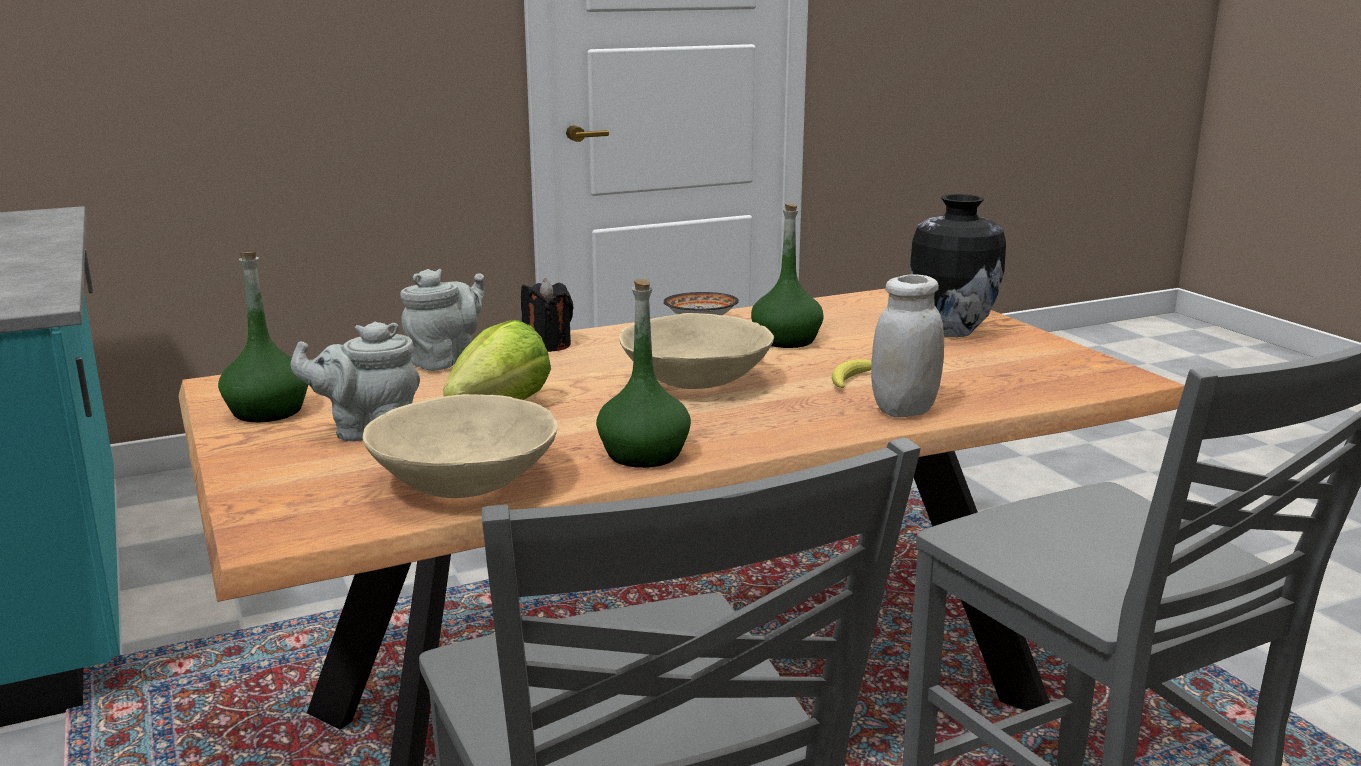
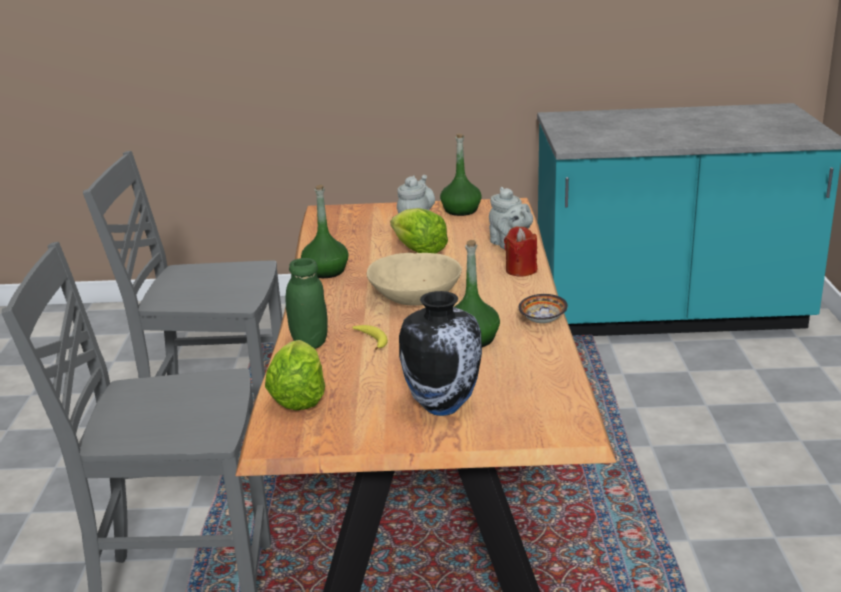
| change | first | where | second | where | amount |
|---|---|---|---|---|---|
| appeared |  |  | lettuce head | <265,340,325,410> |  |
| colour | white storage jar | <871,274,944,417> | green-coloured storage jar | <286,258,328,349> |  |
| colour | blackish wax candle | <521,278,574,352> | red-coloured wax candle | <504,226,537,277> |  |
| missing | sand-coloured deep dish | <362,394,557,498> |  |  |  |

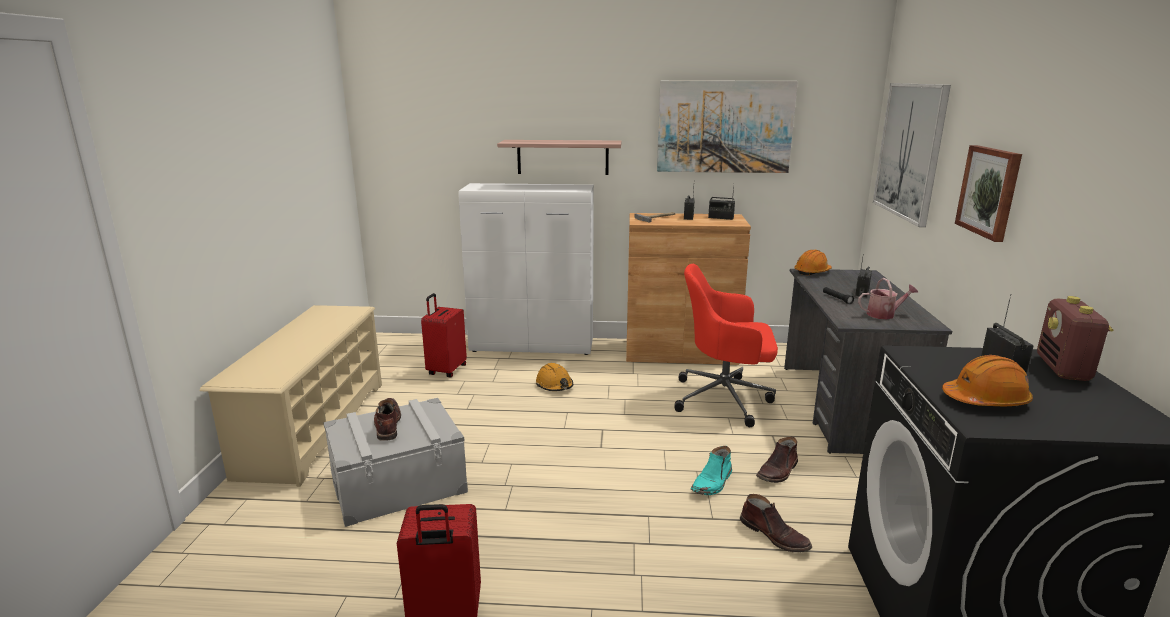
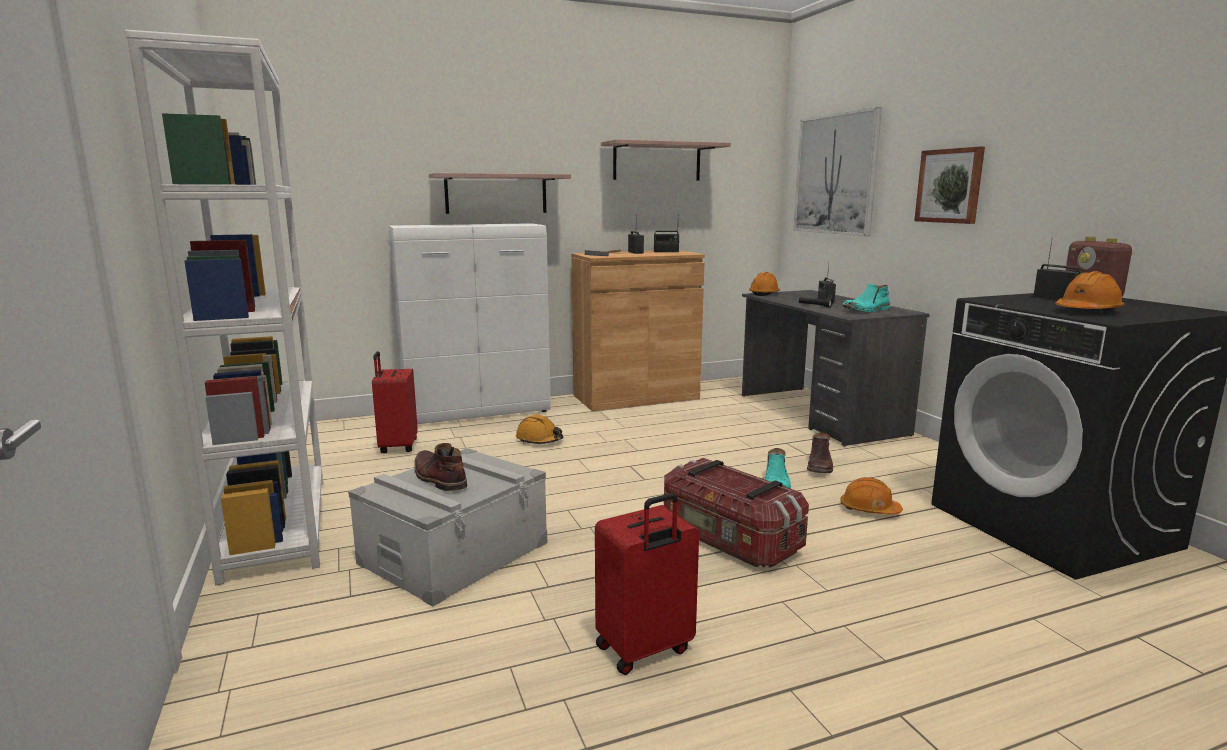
| change | first | where | second | where | amount |
|---|---|---|---|---|---|
| exchanged | sand-coloured shoe shelf | <200,305,382,487> | white bookshelf | <125,30,323,585> |  |
| exchanged | wall art | <657,81,798,173> | shelf | <601,139,731,180> |  |
| appeared |  |  | storage box | <664,458,809,567> |  |
| exchanged | brownish boot | <740,494,812,552> | orange-coloured work helmet | <840,477,903,515> |  |
| exchanged | watering pot | <858,278,919,319> | blue-green boot | <842,284,890,312> |  |
| missing | red-coloured computer chair | <674,264,778,427> |  |  |  |

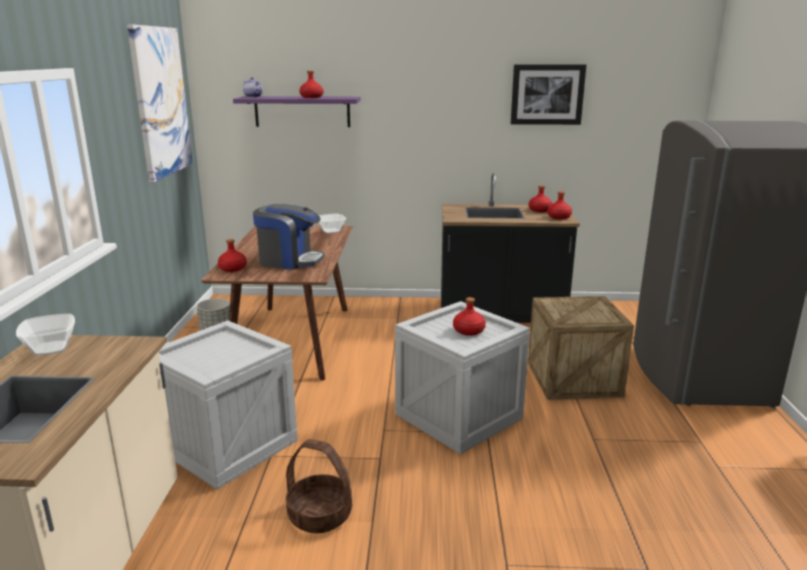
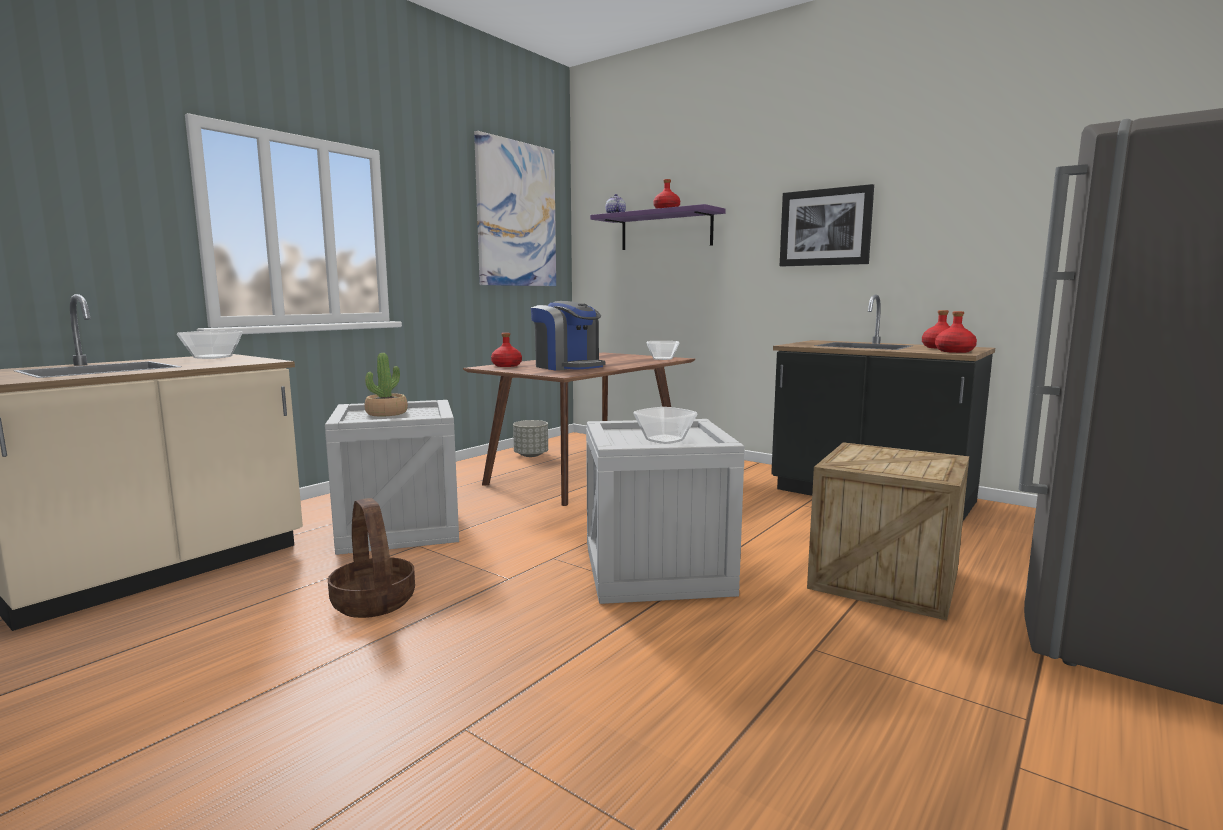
| change | first | where | second | where | amount |
|---|---|---|---|---|---|
| appeared |  |  | plant in a pot | <365,353,408,417> |  |
| exchanged | red-coloured bottle | <453,297,486,336> | deep dish | <633,407,697,444> |  |
| relocated | wall art | <511,64,586,125> |  | <780,184,874,266> |  |

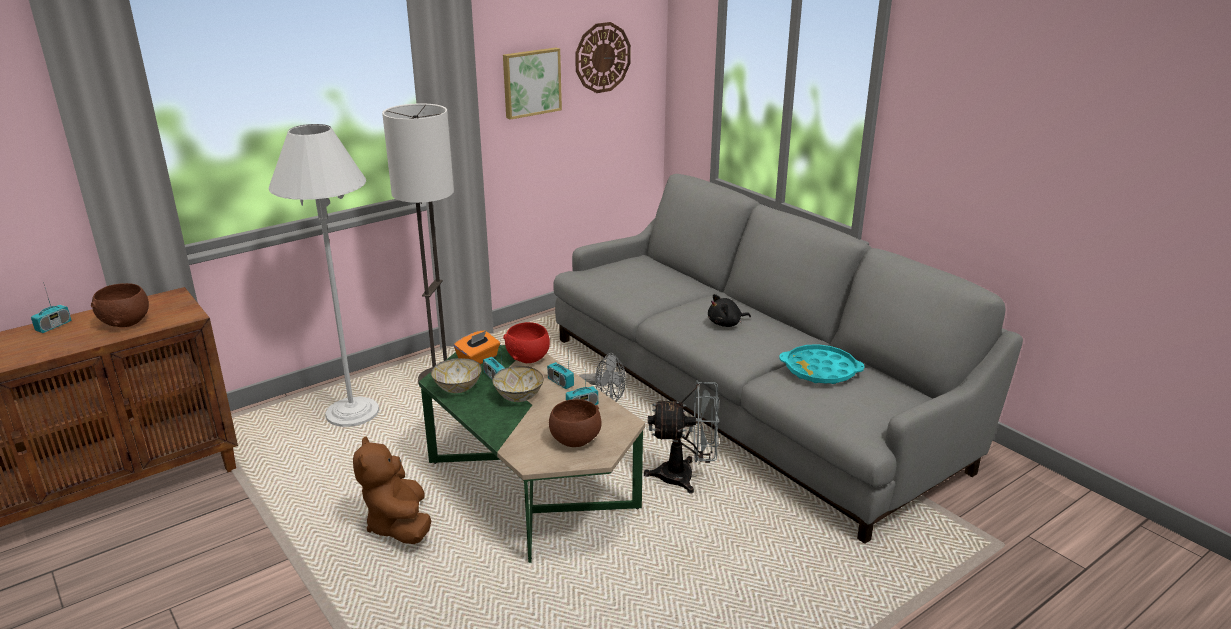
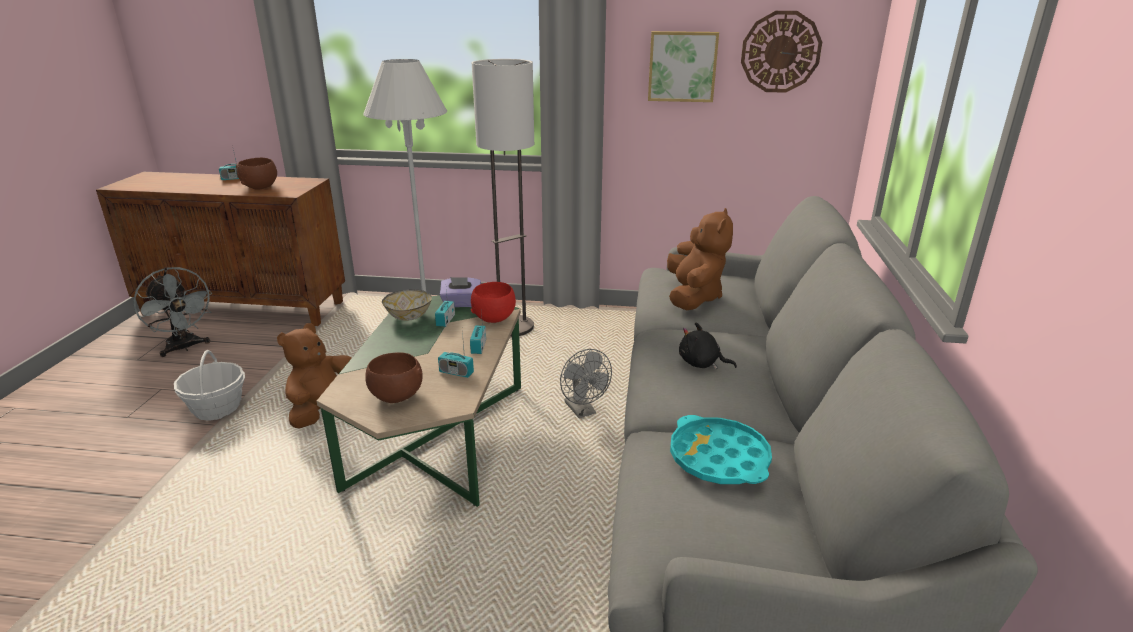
| change | first | where | second | where | amount |
|---|---|---|---|---|---|
| relocated | gray electric fan | <644,380,719,493> |  | <133,267,212,357> |  |
| appeared |  |  | basket | <174,350,245,421> |  |
| colour | orange-coloured tissue box | <454,330,500,364> | purple-coloured tissue box | <440,277,481,307> |  |
| appeared |  |  | brownish soft toy | <667,208,733,310> |  |
| missing | deep dish | <492,366,543,402> |  |  |  |

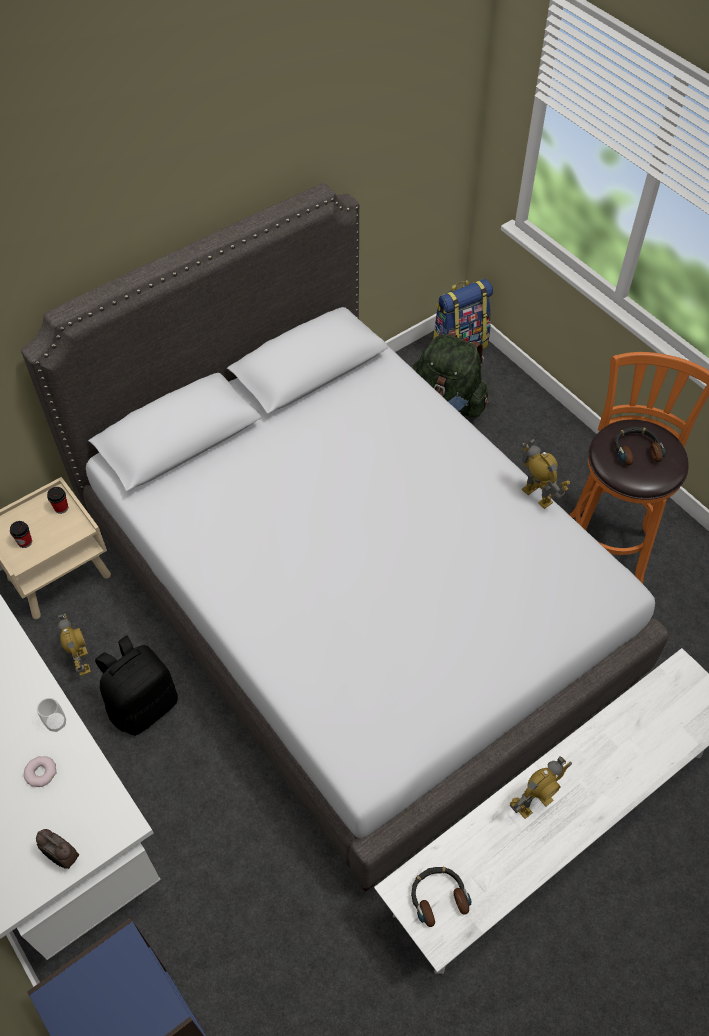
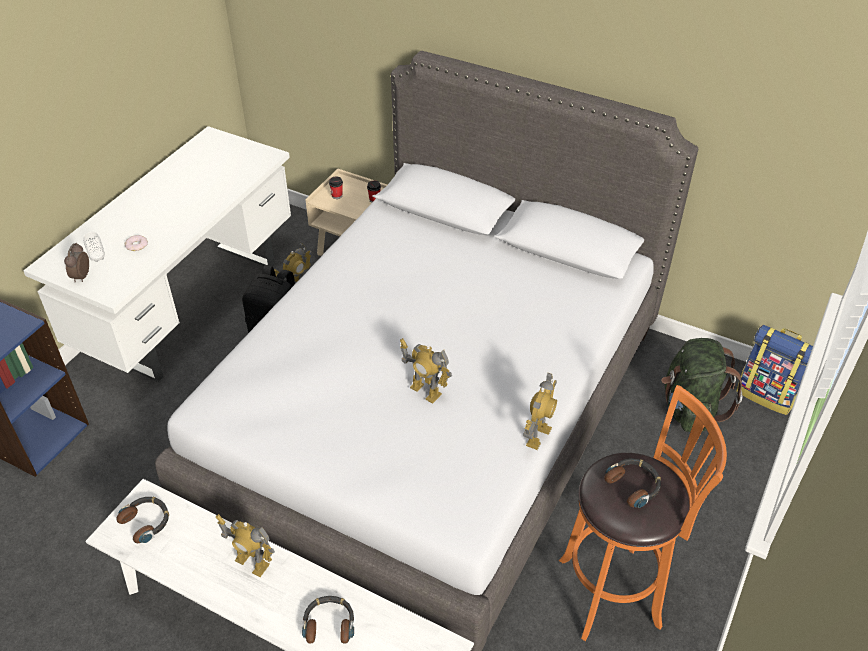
| change | first | where | second | where | amount |
|---|---|---|---|---|---|
| relocated | cup | <37,698,66,732> |  | <83,232,105,262> |  |
| appeared |  |  | headphones | <302,596,354,644> |  |
| appeared |  |  | toy robot | <400,338,452,404> |  |

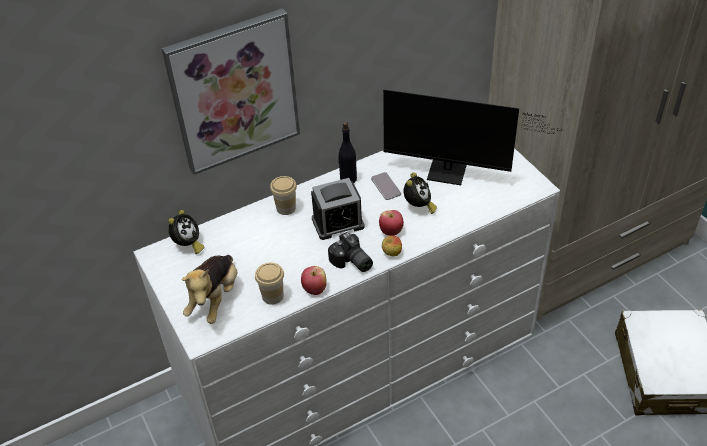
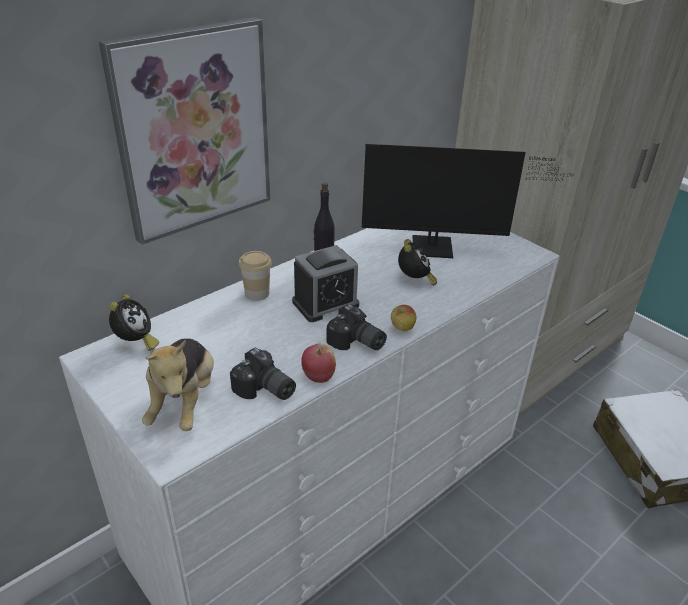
| change | first | where | second | where | amount |
|---|---|---|---|---|---|
| exchanged | cup | <255,263,284,305> | photo camera | <230,348,296,400> |  |
| missing | handset | <371,172,401,200> |  |  |  |
| missing | apple fruit | <379,210,404,236> |  |  |  |

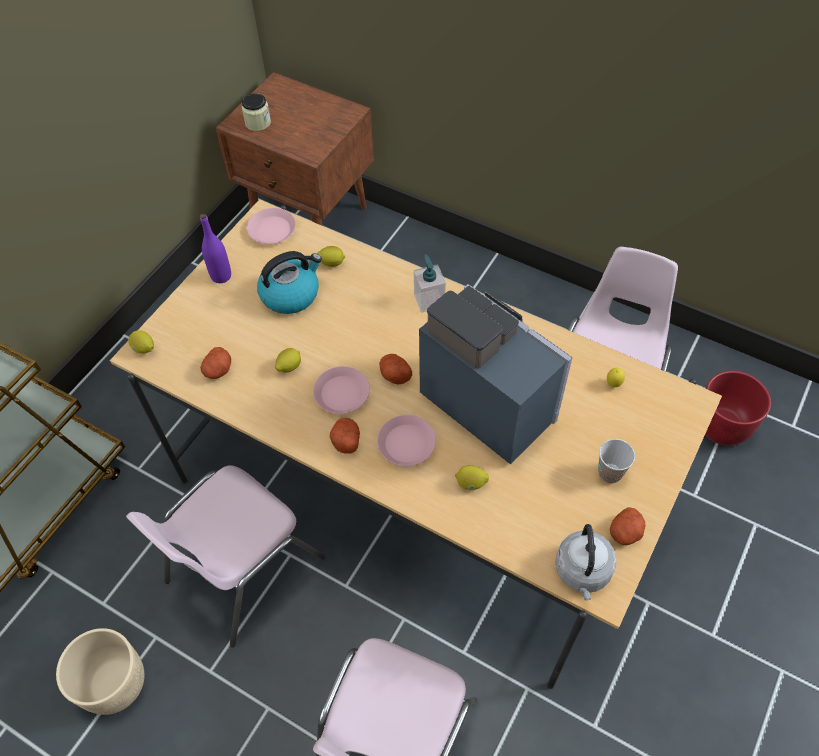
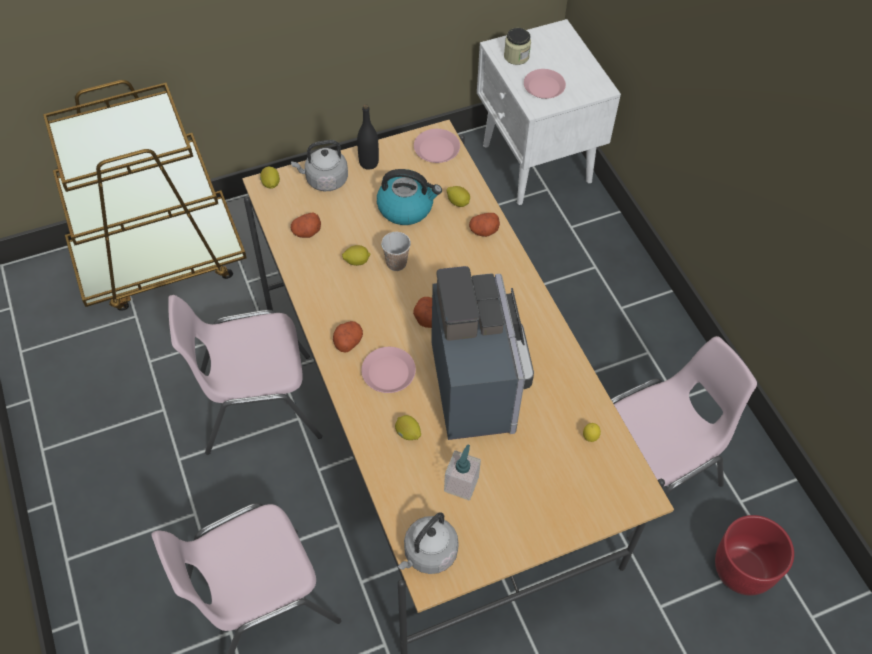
| change | first | where | second | where | amount |
|---|---|---|---|---|---|
| appeared |  |  | gray tea kettle | <291,140,348,191> |  |
| colour | purple-coloured bottle | <200,214,231,283> | blackish bottle | <357,104,379,170> |  |
| relocated | cup | <598,439,635,483> |  | <381,232,411,271> |  |
| relocated | liquid soap bottle | <414,254,446,313> |  | <444,445,481,501> |  |
| relocated | whole potato | <610,507,645,545> |  | <469,213,500,237> |  |
| colour | brownish bedside table | <216,72,374,226> | white bedside table | <477,19,621,205> |  |
| relocated | pink plate | <313,366,370,414> |  | <524,69,566,99> |  |
| missing | sand-coloured plant pot | <56,628,144,715> |  |  |  |

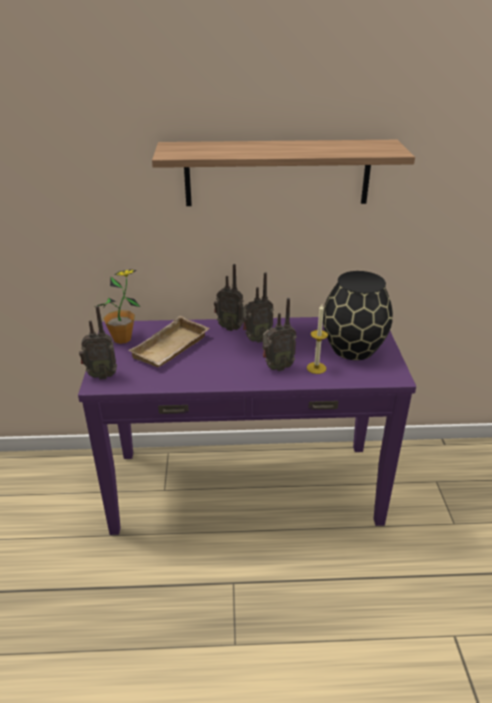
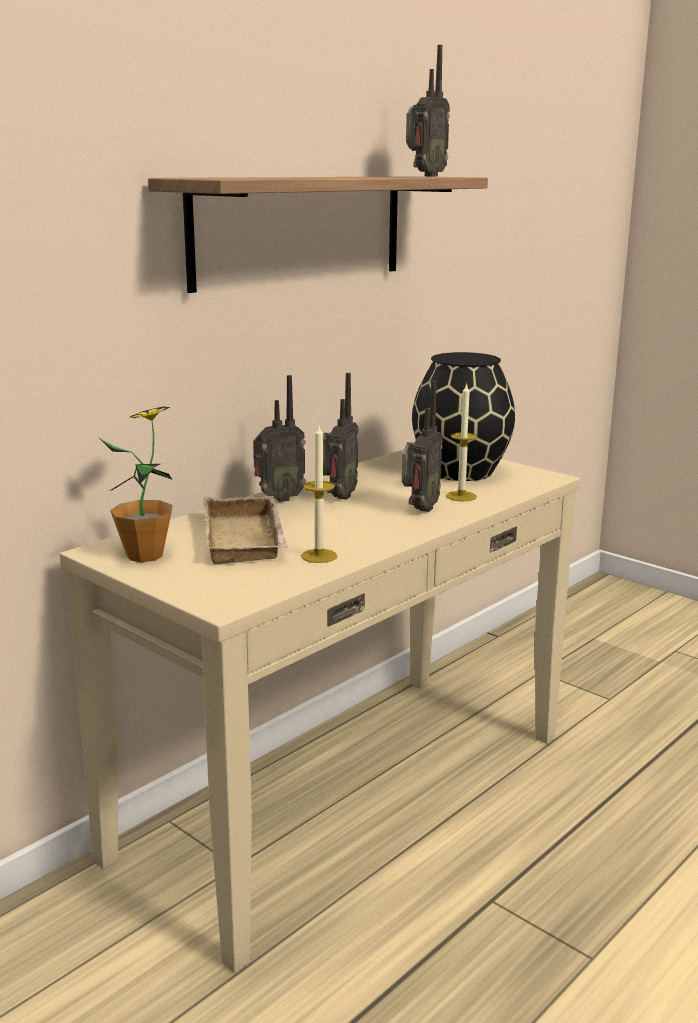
| change | first | where | second | where | amount |
|---|---|---|---|---|---|
| colour | purple-coloured console table | <78,317,416,535> | sand-coloured console table | <60,449,580,973> |  |
| appeared |  |  | wax candle | <301,425,337,563> |  |
| relocated | radio | <79,306,117,380> |  | <406,45,450,176> |  |

